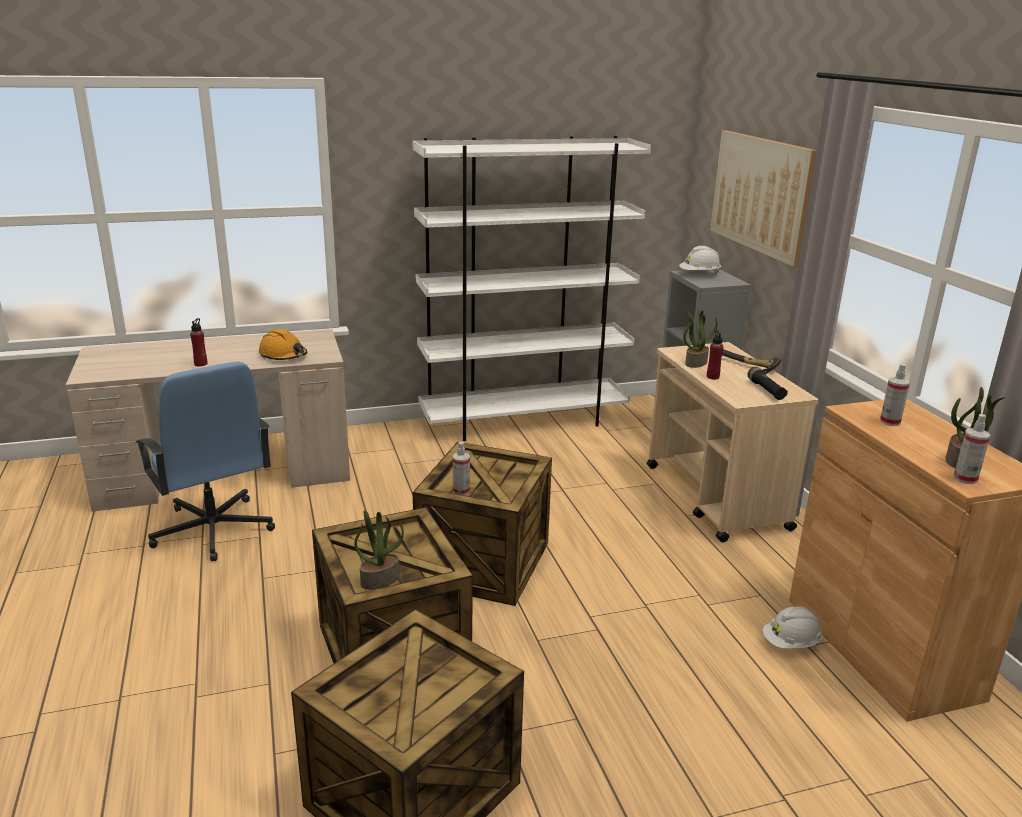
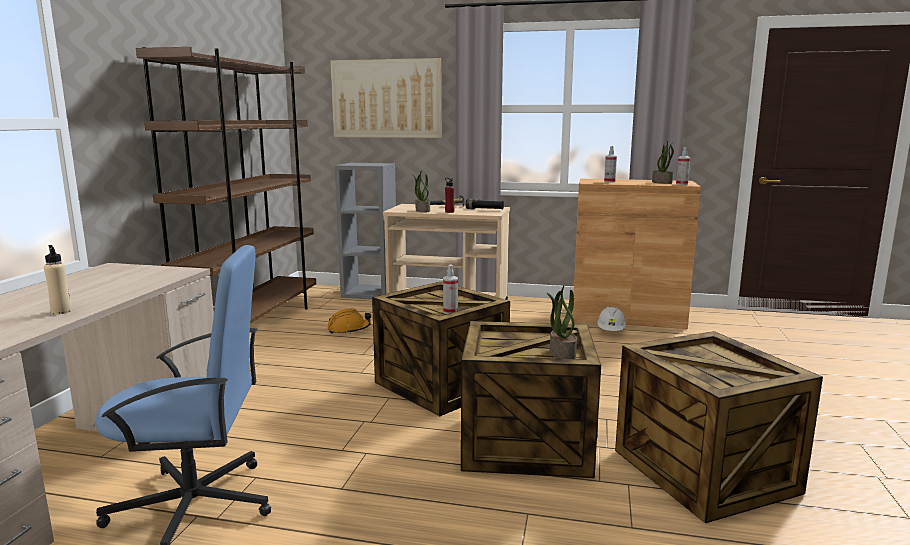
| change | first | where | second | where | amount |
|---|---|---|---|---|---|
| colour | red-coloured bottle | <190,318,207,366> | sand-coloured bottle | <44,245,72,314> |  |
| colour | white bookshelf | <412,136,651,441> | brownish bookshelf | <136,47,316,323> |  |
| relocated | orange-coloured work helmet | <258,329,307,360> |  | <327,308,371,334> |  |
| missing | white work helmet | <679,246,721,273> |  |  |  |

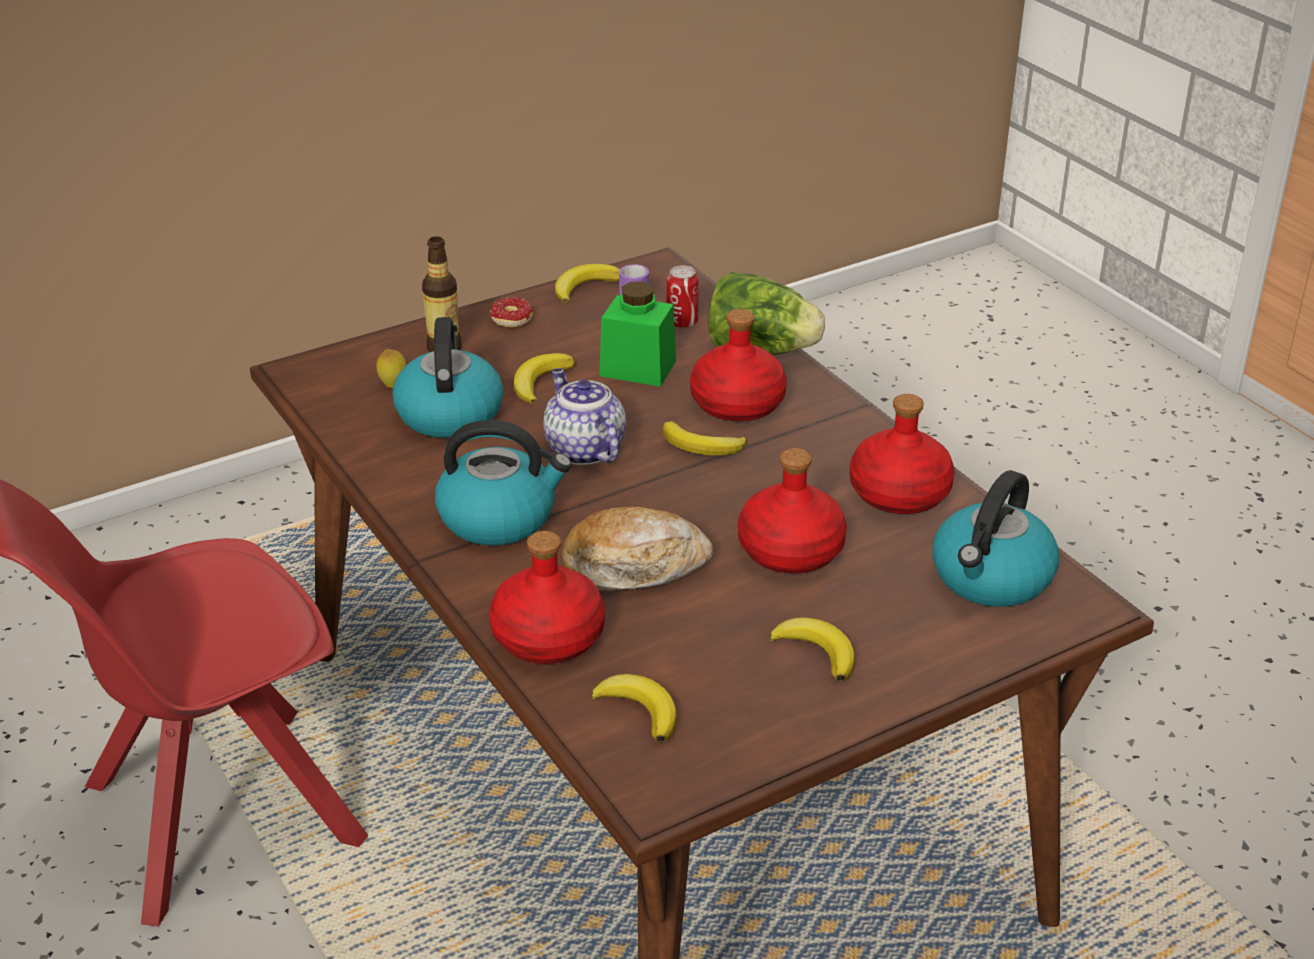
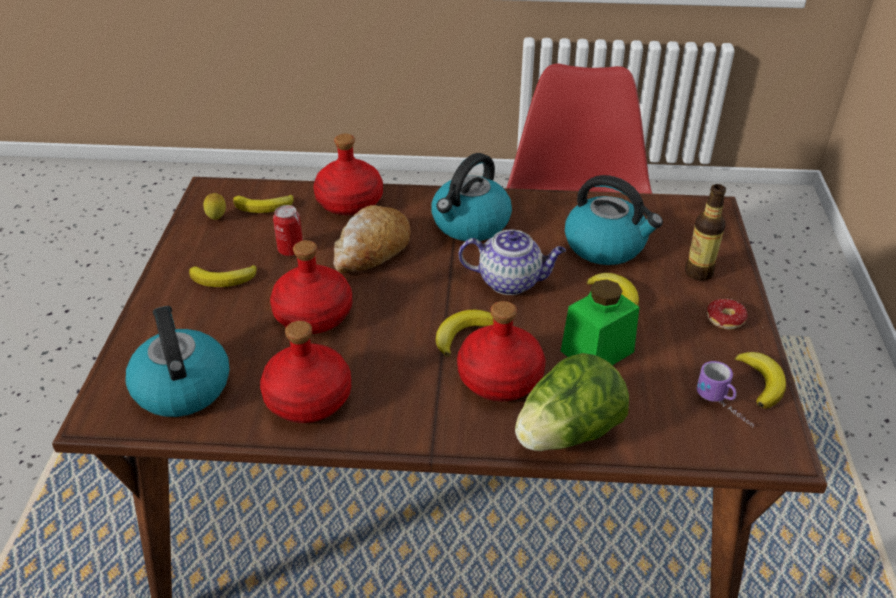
| change | first | where | second | where | amount |
|---|---|---|---|---|---|
| relocated | whole lemon | <376,349,406,389> |  | <203,193,226,220> |  |
| relocated | can | <666,265,699,328> |  | <273,205,303,256> |  |

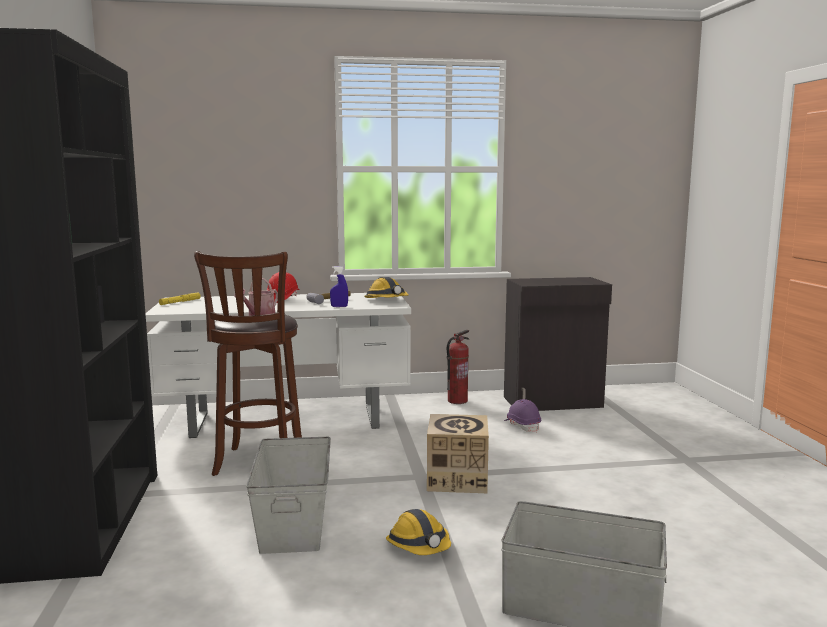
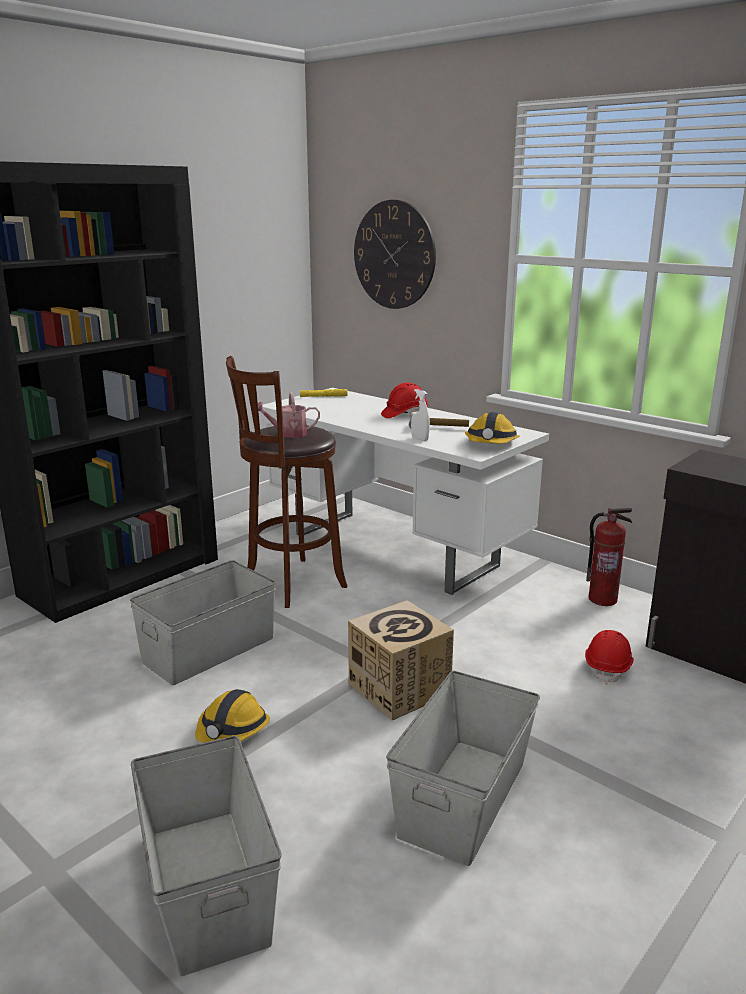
| change | first | where | second | where | amount |
|---|---|---|---|---|---|
| appeared |  |  | clock on the wall | <354,200,436,309> |  |
| appeared |  |  | gray storage box | <386,671,540,866> |  |
| colour | blue sprayer | <330,266,348,307> | white sprayer | <411,389,430,441> |  |
| colour | purple-coloured work helmet | <504,399,541,433> | red-coloured work helmet | <585,630,634,685> |  |

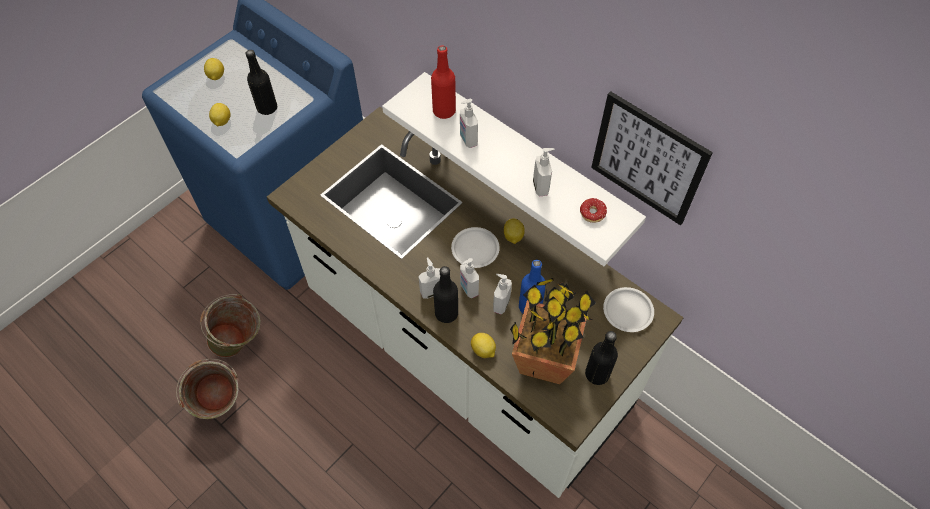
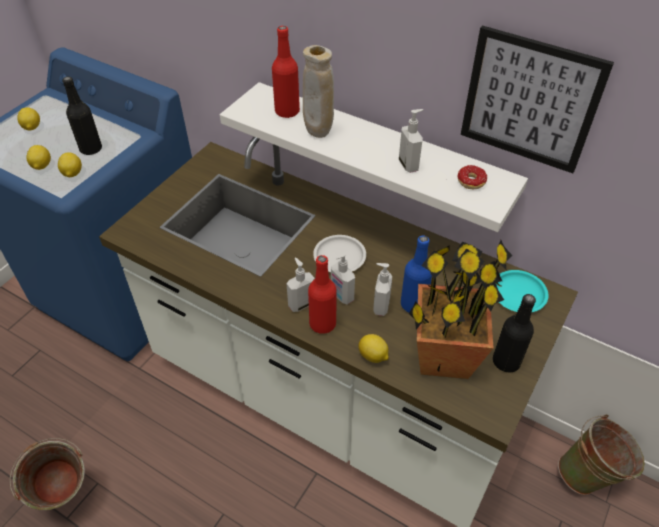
| change | first | where | second | where | amount |
|---|---|---|---|---|---|
| relocated | whole lemon | <504,219,525,244> |  | <58,152,82,177> |  |
| exchanged | liquid soap bottle | <460,99,478,148> | sand-coloured decorative vase | <303,45,334,138> |  |
| colour | blackish bottle | <433,266,458,323> | red-coloured bottle | <308,255,337,334> |  |
| colour | white plate | <603,287,654,332> | blue-green plate | <496,270,548,312> |  |
| relocated | green-coloured pail | <200,294,261,358> |  | <558,414,645,495> |  |

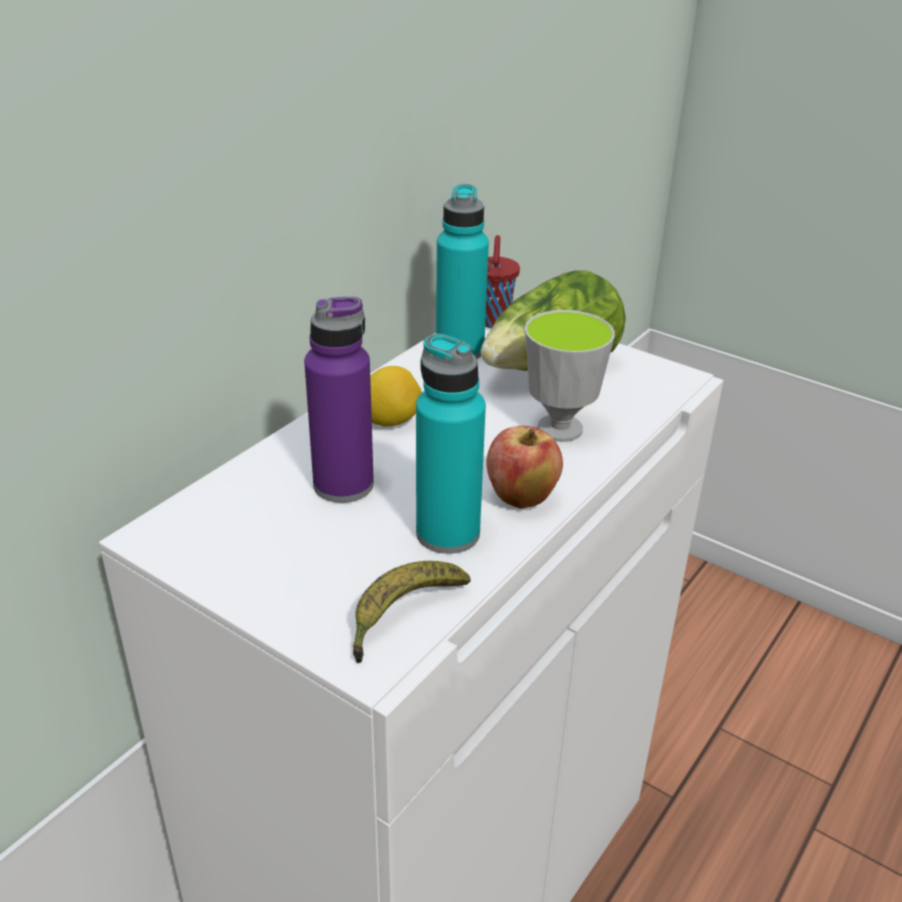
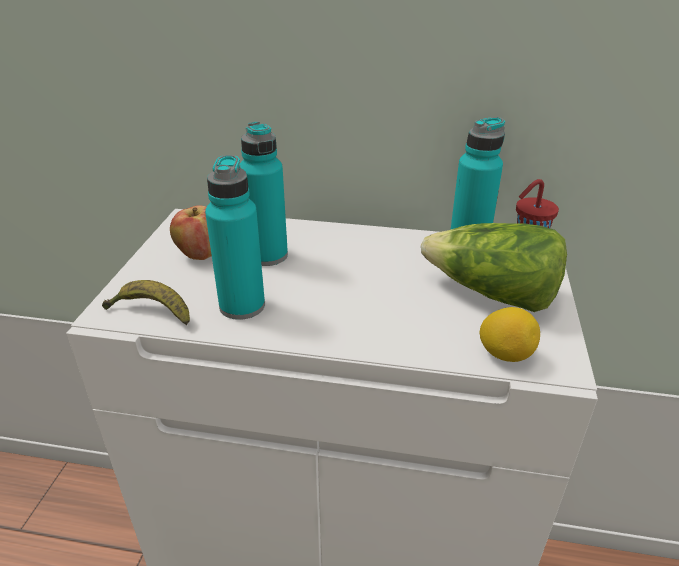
| change | first | where | second | where | amount |
|---|---|---|---|---|---|
| relocated | apple fruit | <486,426,563,508> |  | <170,205,212,260> |  |
| colour | purple-coloured bottle | <304,297,374,503> | blue-green bottle | <239,121,288,266> |  |
| relocated | whole lemon | <370,366,422,427> |  | <479,307,540,362> |  |
| missing | cup | <525,310,615,442> |  |  |  |

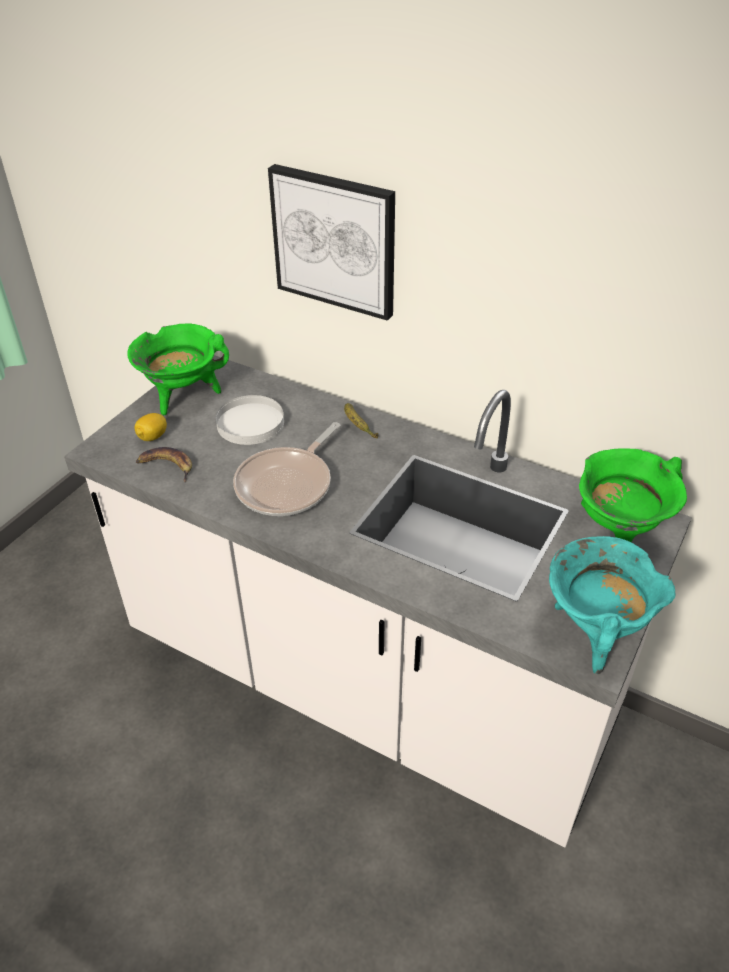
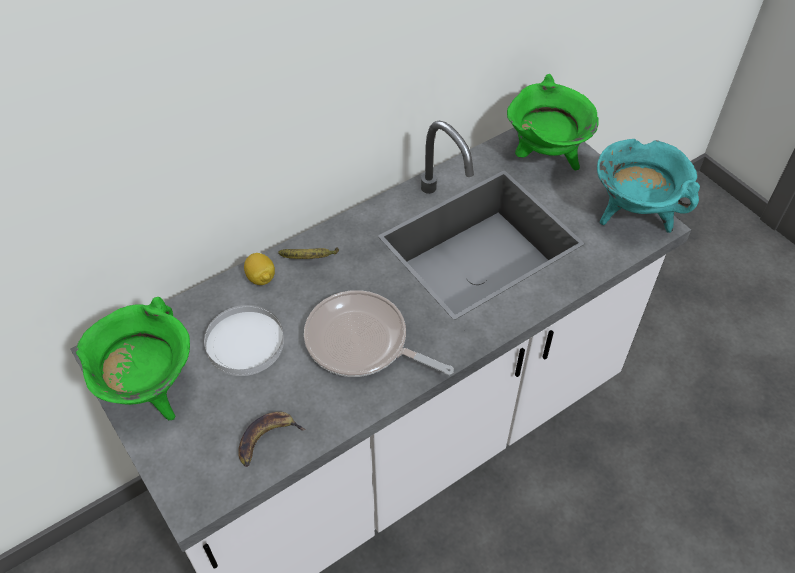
| change | first | where | second | where | amount |
|---|---|---|---|---|---|
| relocated | whole lemon | <135,413,167,441> |  | <244,253,275,285> |  |
| spun | skillet | <233,422,340,516> |  | <304,290,454,377> | 150 degrees clockwise |
| missing | wall art | <268,164,395,321> |  |  |  |

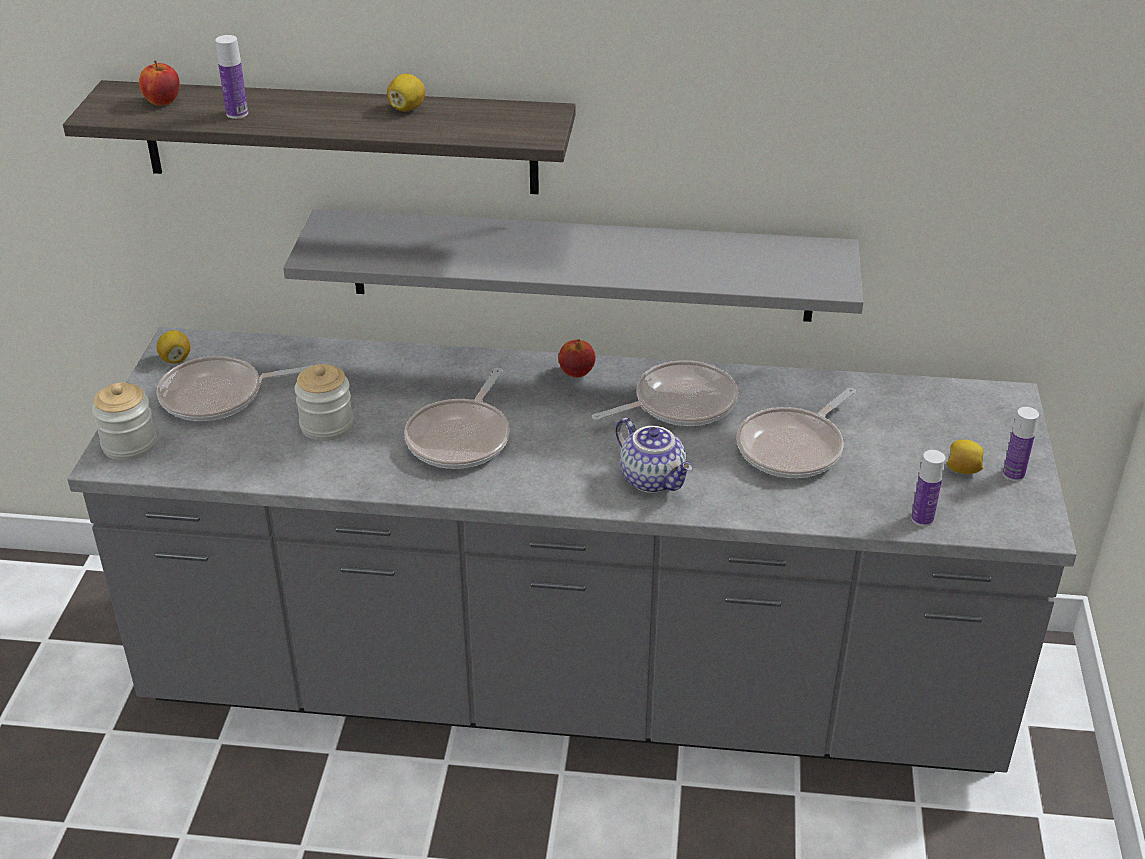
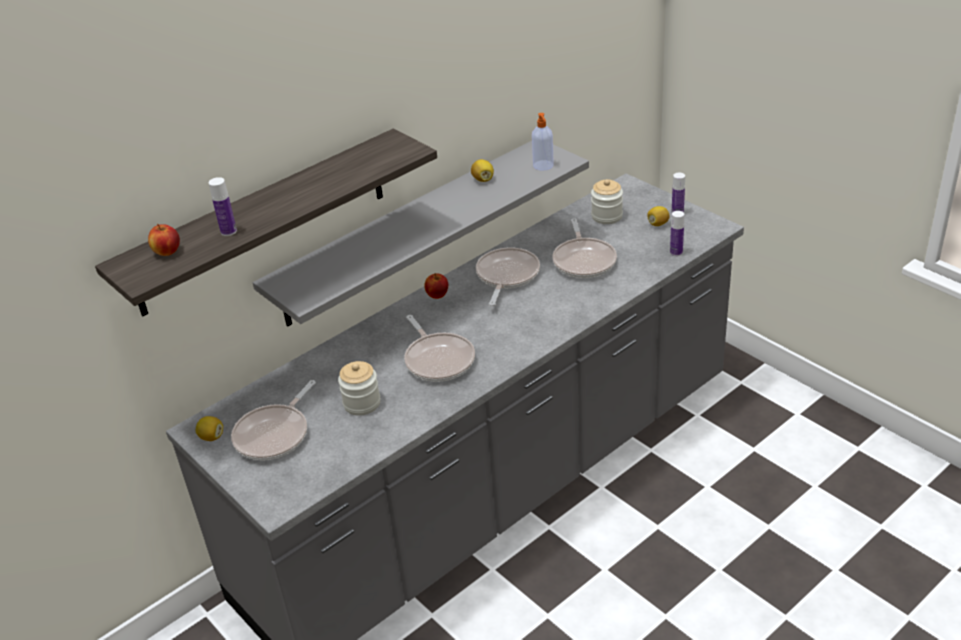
| change | first | where | second | where | amount |
|---|---|---|---|---|---|
| relocated | whole lemon | <387,74,425,111> |  | <471,159,494,182> |  |
| appeared |  |  | liquid soap bottle | <532,113,554,171> |  |
| relocated | storage jar | <92,383,157,461> |  | <591,179,623,224> |  |
| missing | tea pot | <616,418,693,493> |  |  |  |

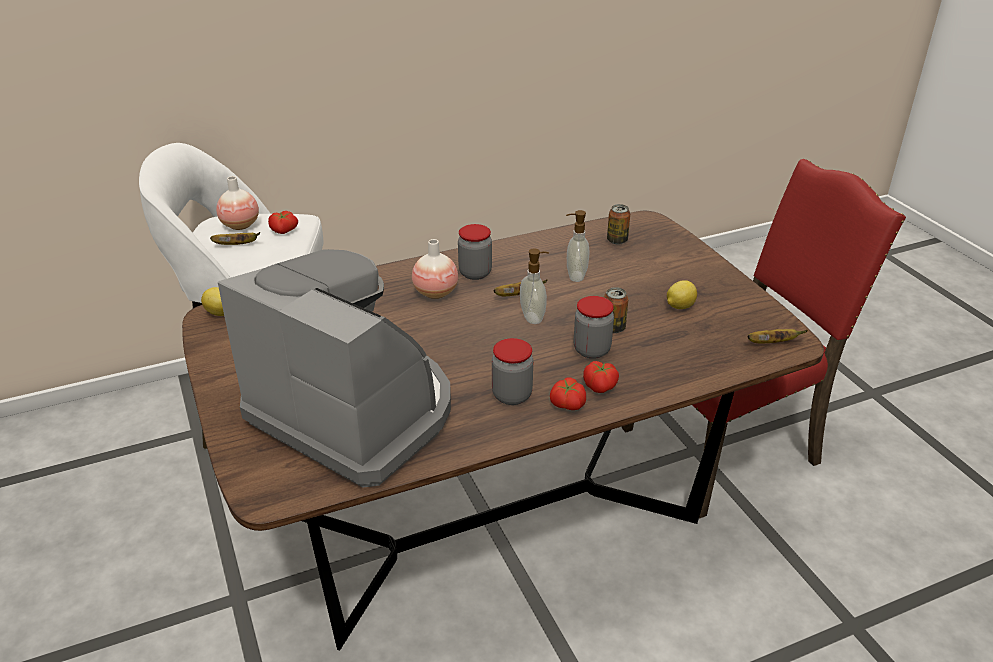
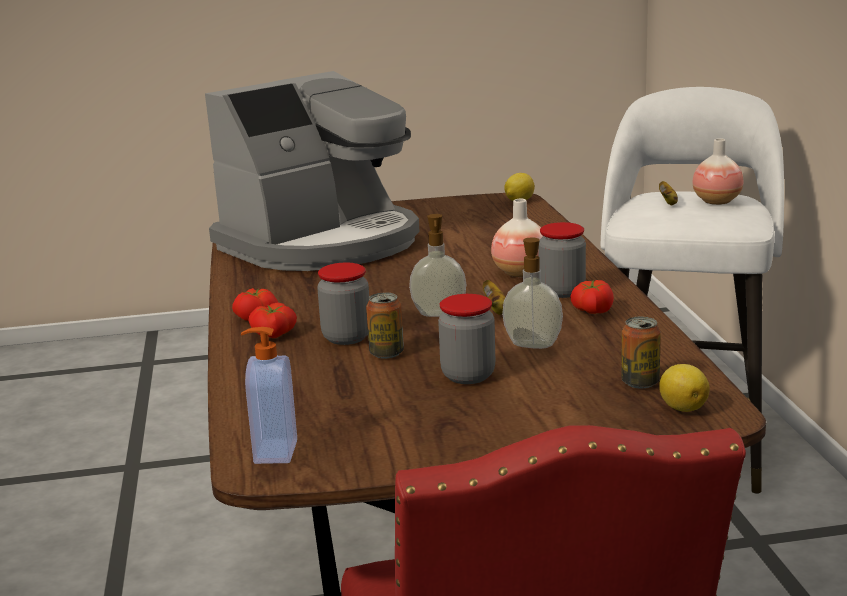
| change | first | where | second | where | amount |
|---|---|---|---|---|---|
| exchanged | whole banana | <747,329,808,343> | liquid soap bottle | <241,327,297,464> |  |
| relocated | storage jar | <492,338,533,405> |  | <438,294,495,384> |  |
| relocated | tomato | <268,211,298,234> |  | <570,280,614,314> |  |
| relocated | whole lemon | <667,280,697,309> |  | <659,364,710,412> |  |

